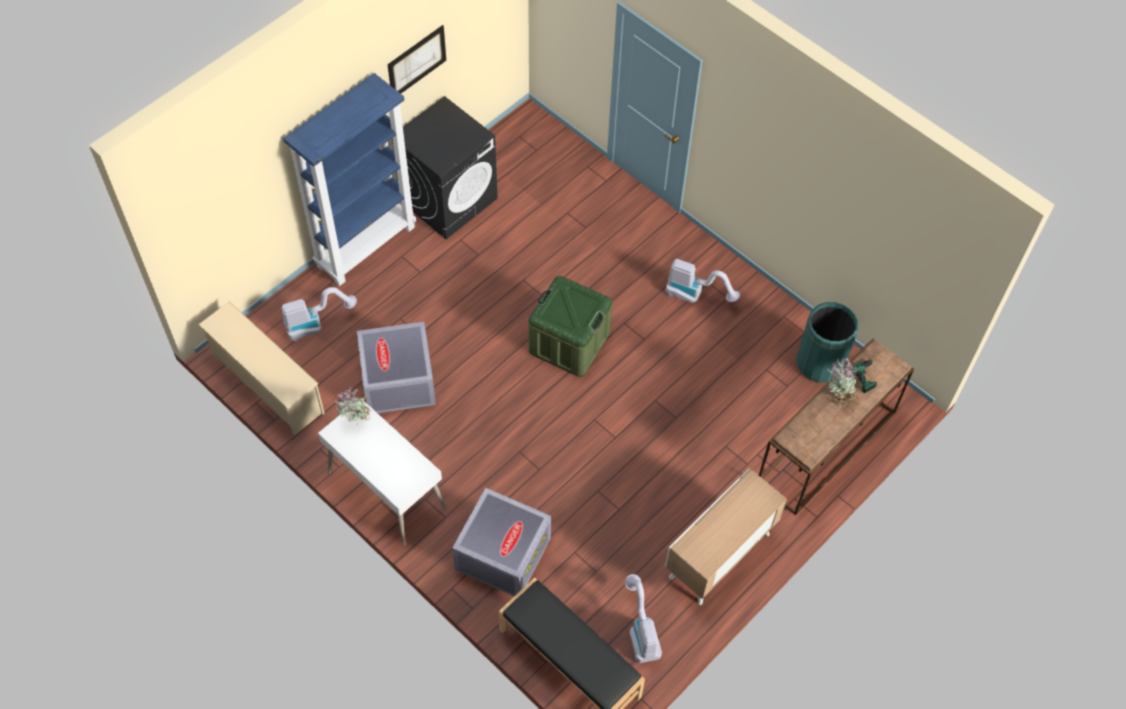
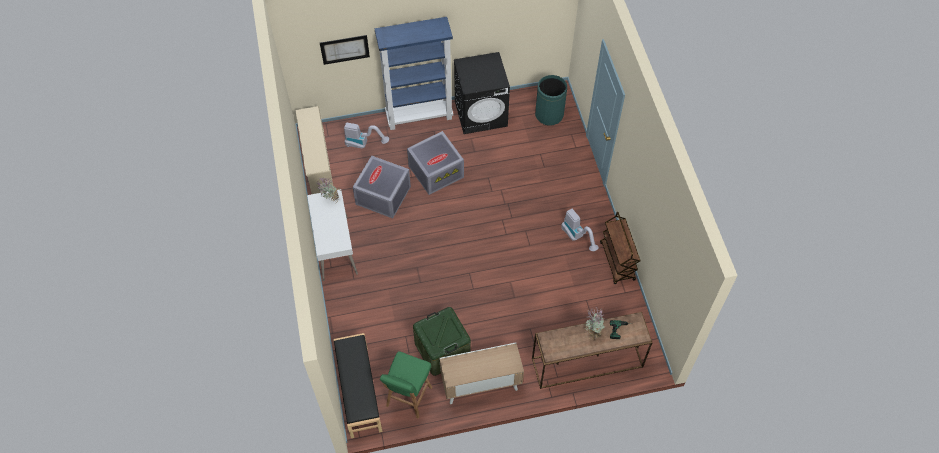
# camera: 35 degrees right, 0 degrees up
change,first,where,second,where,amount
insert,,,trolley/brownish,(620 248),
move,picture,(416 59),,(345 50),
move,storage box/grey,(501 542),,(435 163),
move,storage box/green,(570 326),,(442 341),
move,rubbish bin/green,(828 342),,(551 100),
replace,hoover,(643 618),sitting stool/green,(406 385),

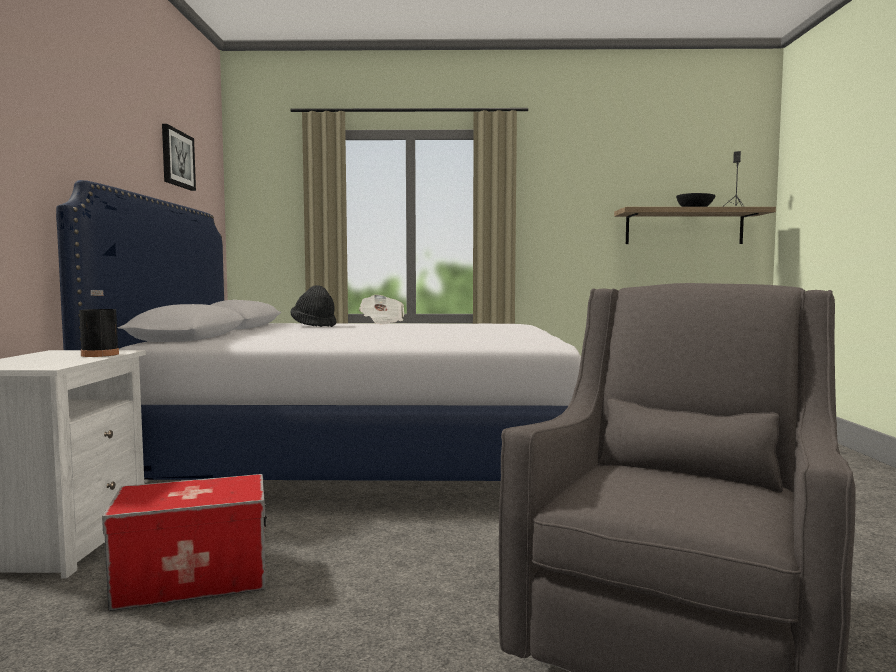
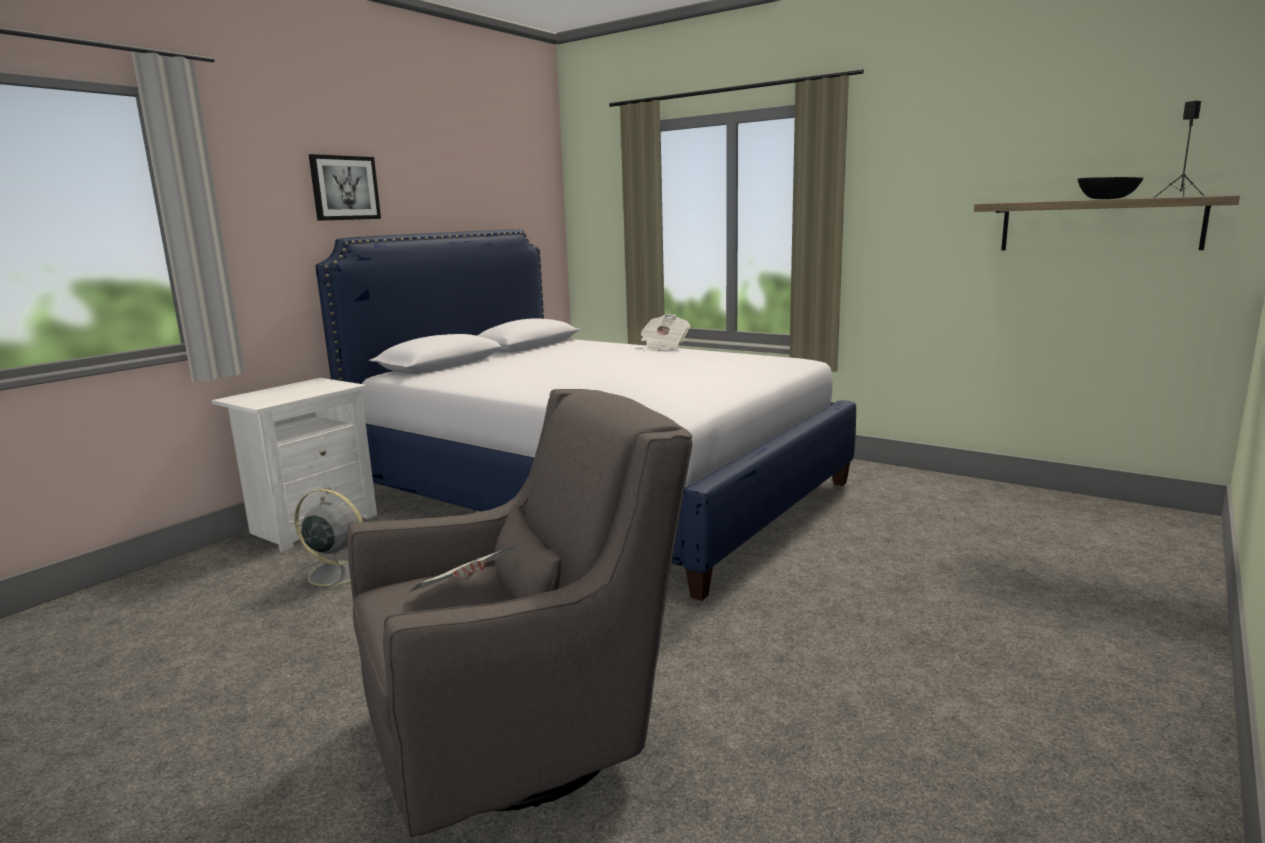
# camera: 35 degrees right, 10 degrees up
change,first,where,second,where,amount
delete,drink bottle/black-coloured,(99 323),,,
delete,hat/black-coloured,(313 306),,,
insert,,,printed paper,(464 569),
move,picture,(179 157),,(345 187),
replace,storage box,(184 542),cooling fan/grey,(326 540),

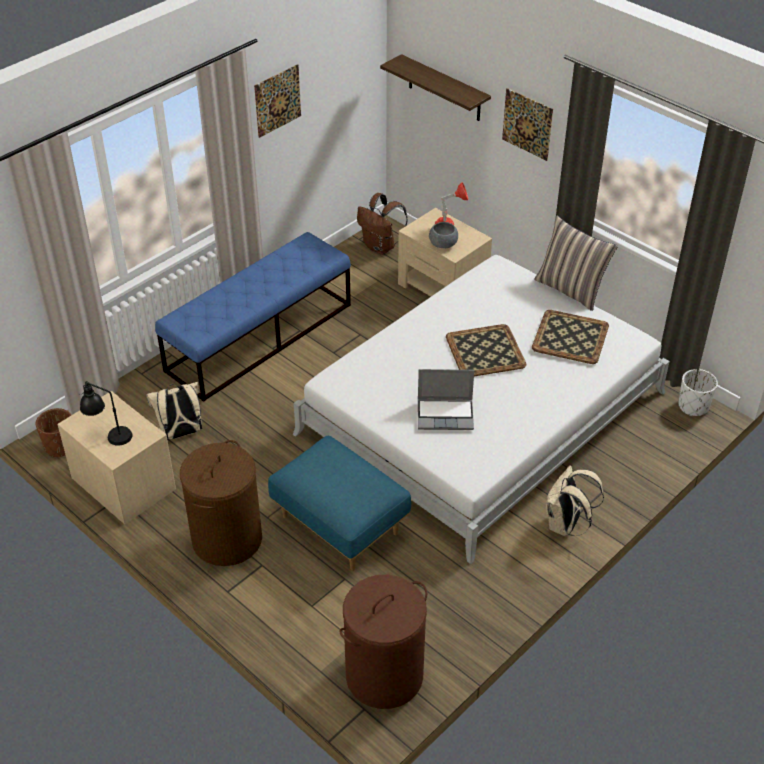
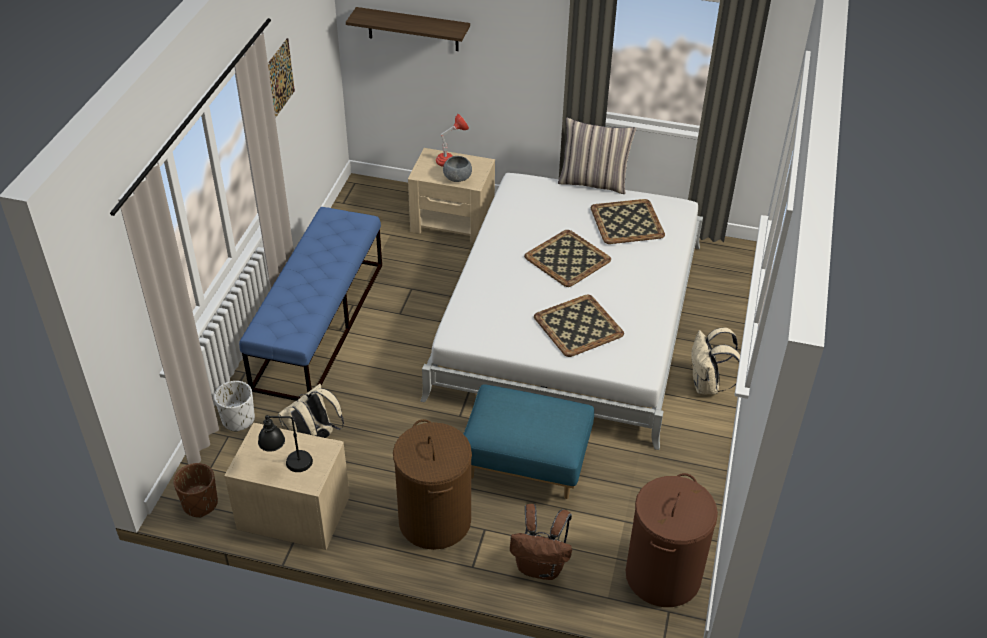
# camera: 30 degrees left, 0 degrees up
change,first,where,second,where,amount
delete,picture,(527 124),,,
move,knapsack/brownish,(382 224),,(541 542),
move,flower pot/white,(698 392),,(234 406),
replace,laptop,(446 399),tray,(579 326),

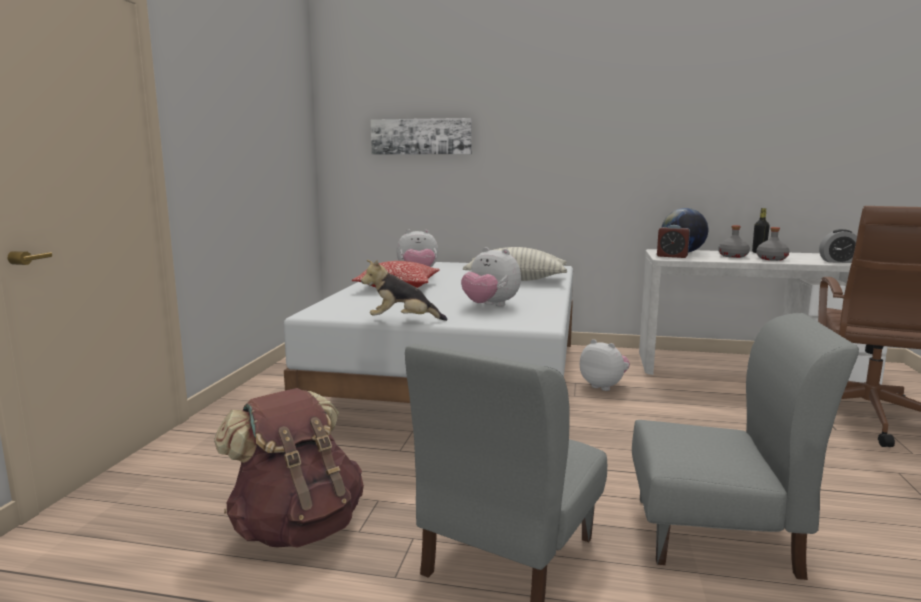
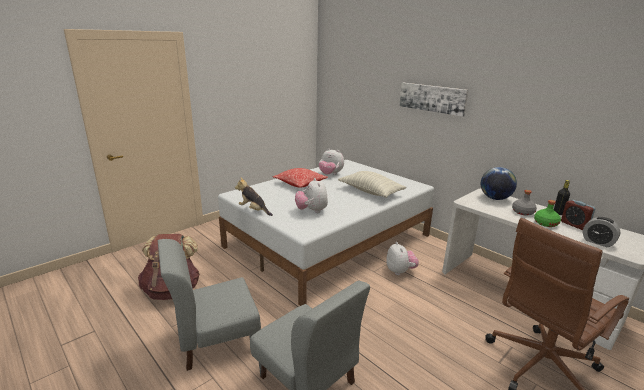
# camera: 35 degrees right, 10 degrees up
change,first,where,second,where,amount
move,picture,(421 136),,(434 100),
move,alarm clock,(673 241),,(578 215),
recolor,drink bottle/grey,(772 244),drink bottle/green,(547 213),

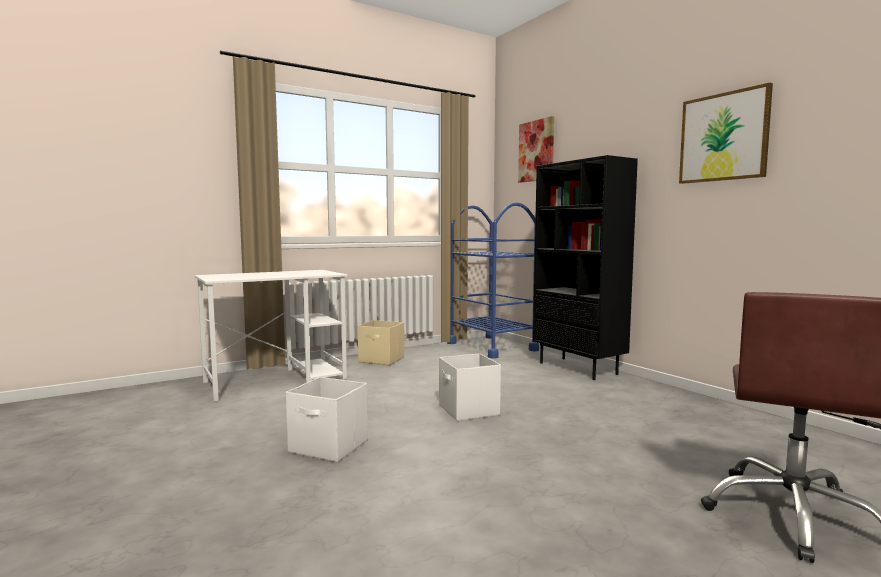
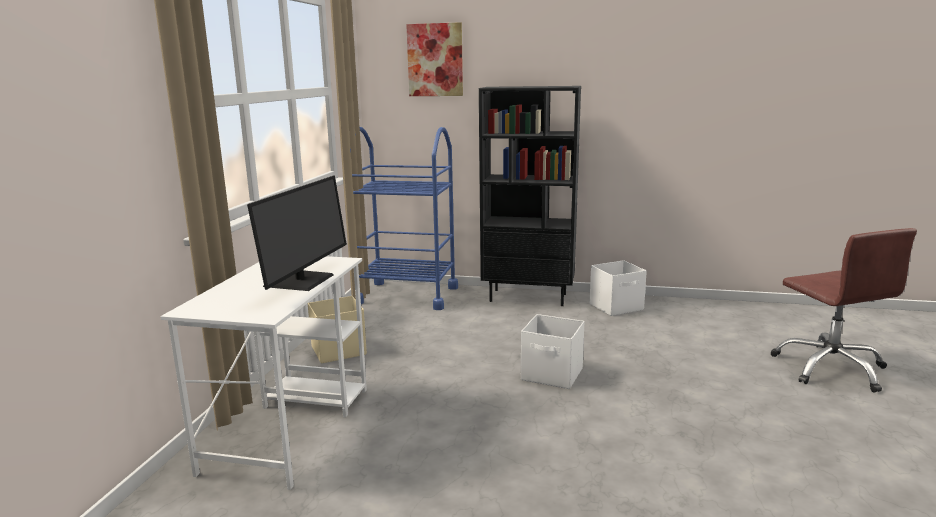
# camera: 45 degrees left, 10 degrees up
change,first,where,second,where,amount
delete,picture,(726 133),,,
insert,,,monitor,(297 233),
move,storage box/white,(327 419),,(618 288),

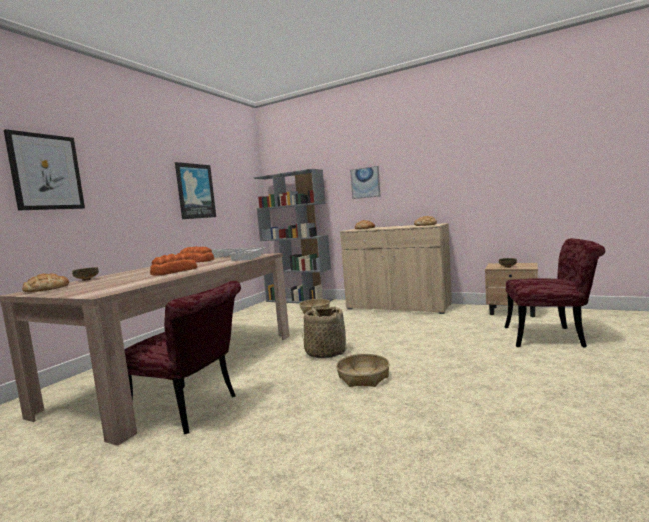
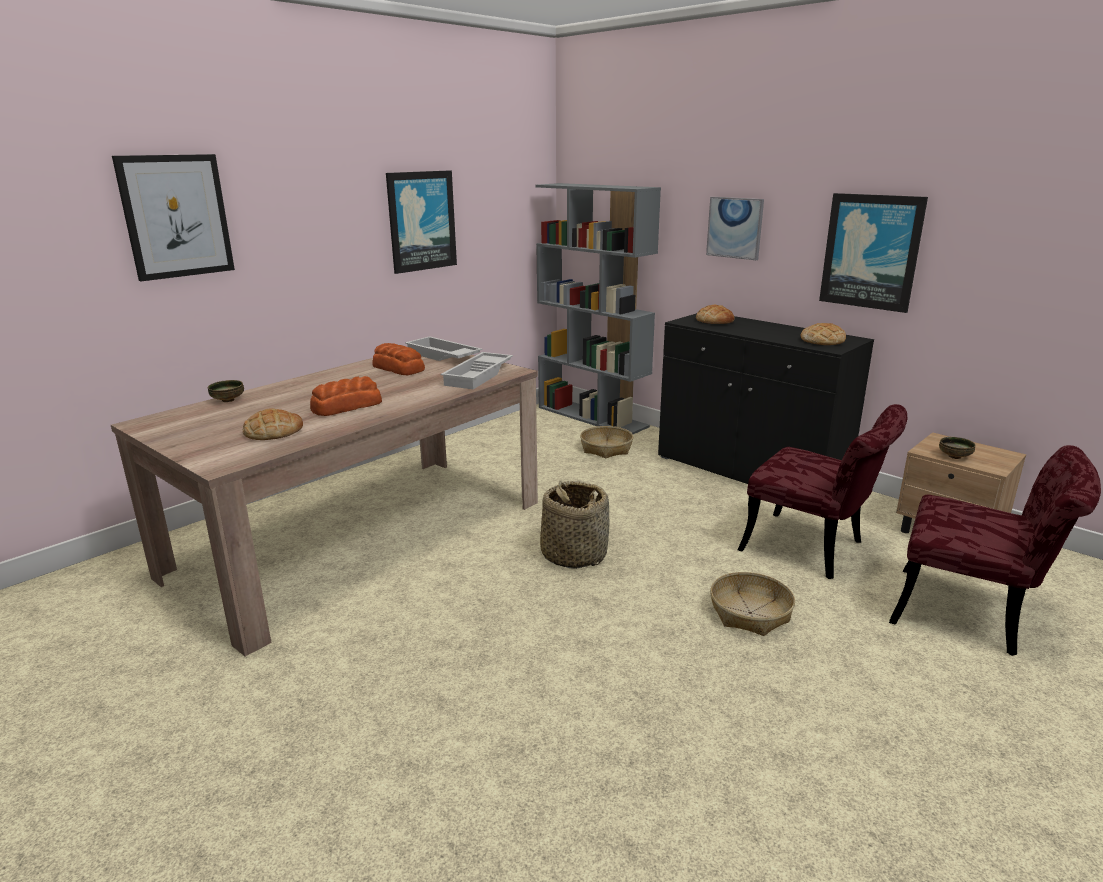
# camera: 15 degrees right, 15 degrees up
change,first,where,second,where,amount
insert,,,picture,(873 253),
move,baked bread,(45 282),,(273 424),
move,chair/red,(183 357),,(822 491),
move,basket,(363 370),,(752 604),
recolor,cupboard/sand-coloured,(396 268),cupboard/black-coloured,(766 398),

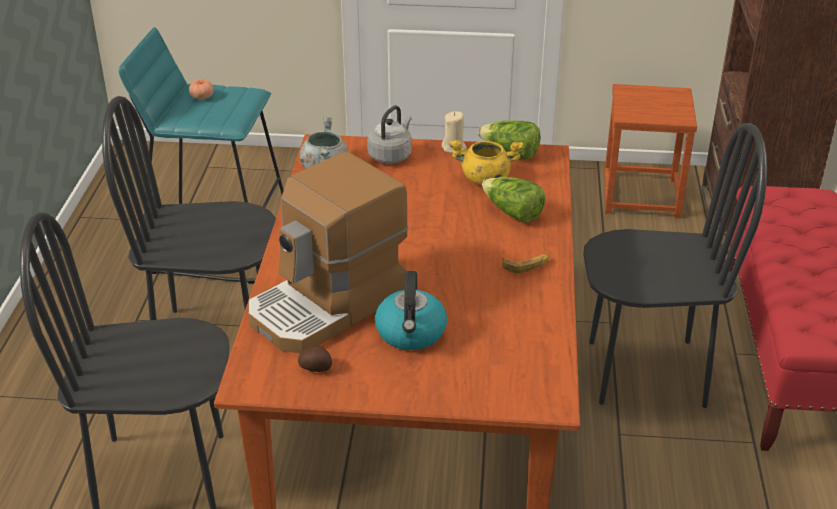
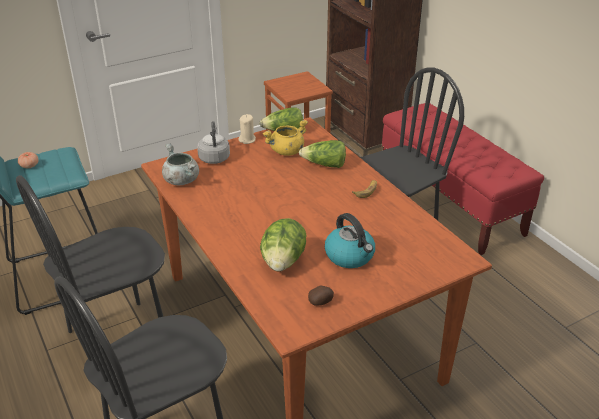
# camera: 35 degrees left, 0 degrees up
change,first,where,second,where,amount
replace,coffee maker,(328 252),head of lettuce,(283 244),

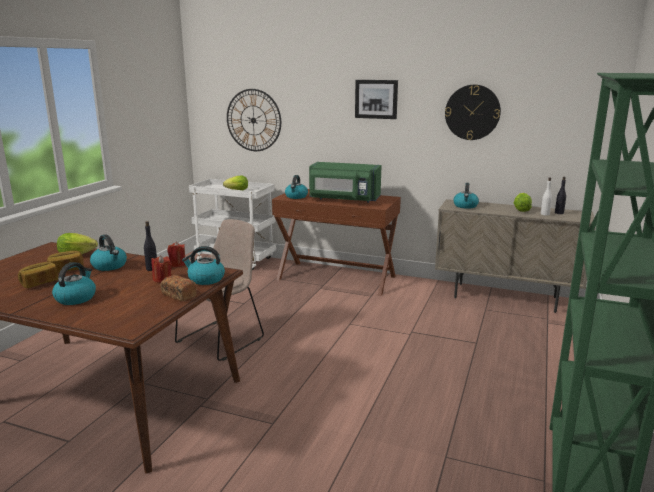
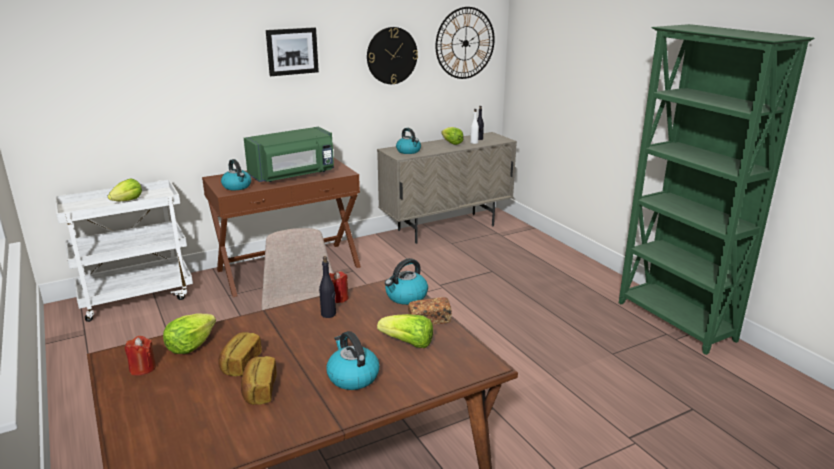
# camera: 50 degrees left, 5 degrees up
change,first,where,second,where,amount
delete,water kettle,(108 252),,,
insert,,,head of lettuce,(405 331),
move,wax light/red,(161 269),,(140 356),
move,clock on the wall,(254 120),,(465 43),

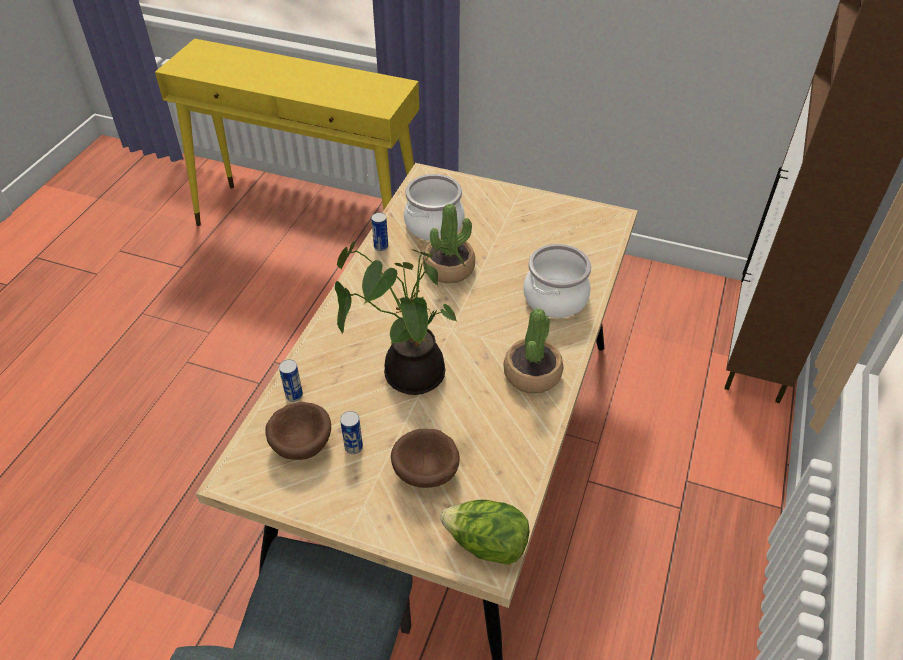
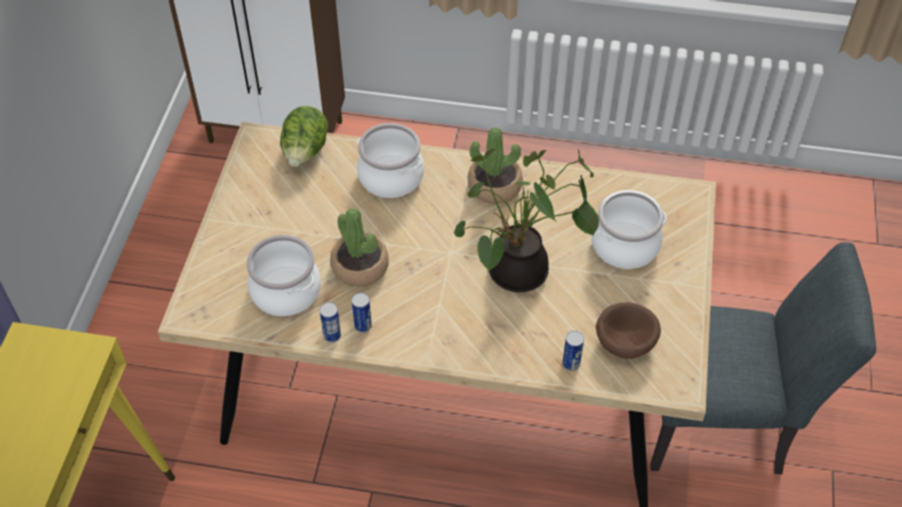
# camera: 100 degrees left, 5 degrees up
change,first,where,second,where,amount
move,can,(351 432),,(362 313),
move,head of lettuce,(485 532),,(304 136),
replace,bowl/brownish,(425 458),stockpot,(629 229),

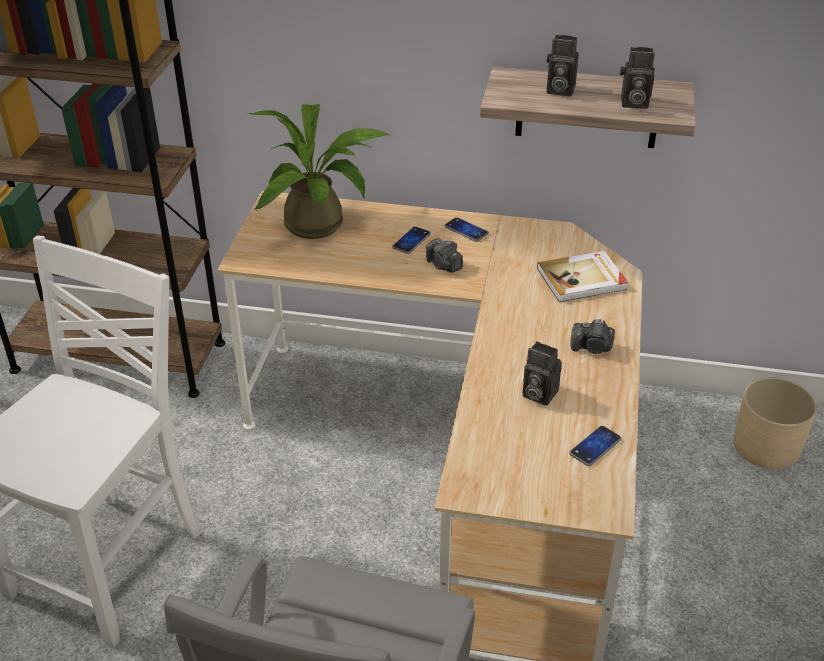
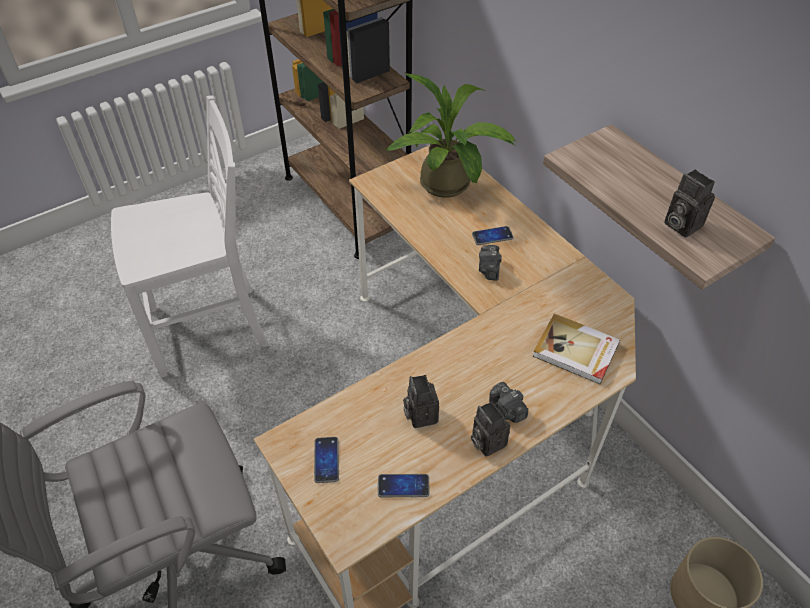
# camera: 45 degrees right, 10 degrees up
change,first,where,second,where,amount
move,phone,(466 229),,(326 460),
move,photo camera,(563 66),,(490 429),

